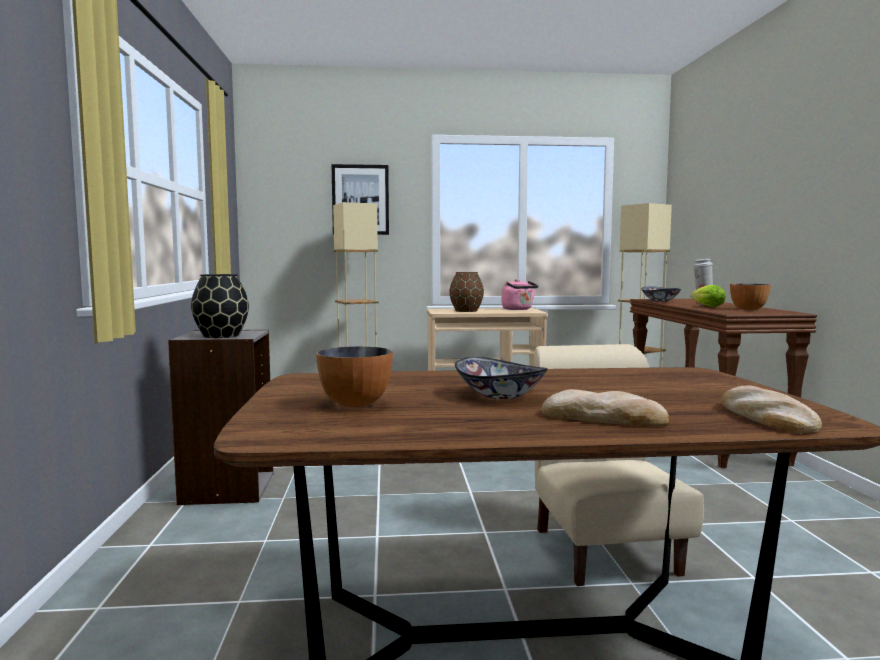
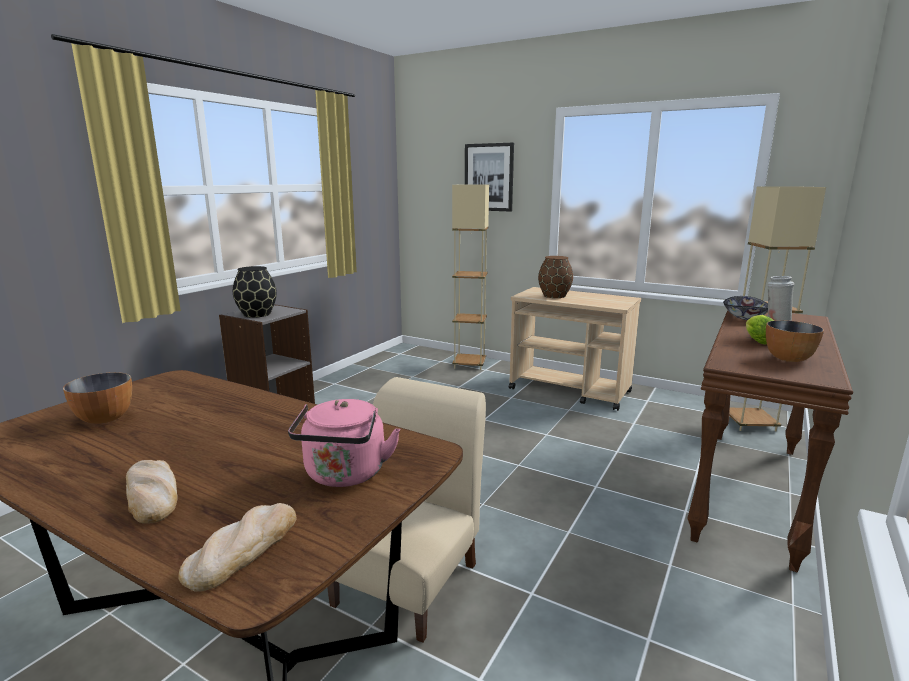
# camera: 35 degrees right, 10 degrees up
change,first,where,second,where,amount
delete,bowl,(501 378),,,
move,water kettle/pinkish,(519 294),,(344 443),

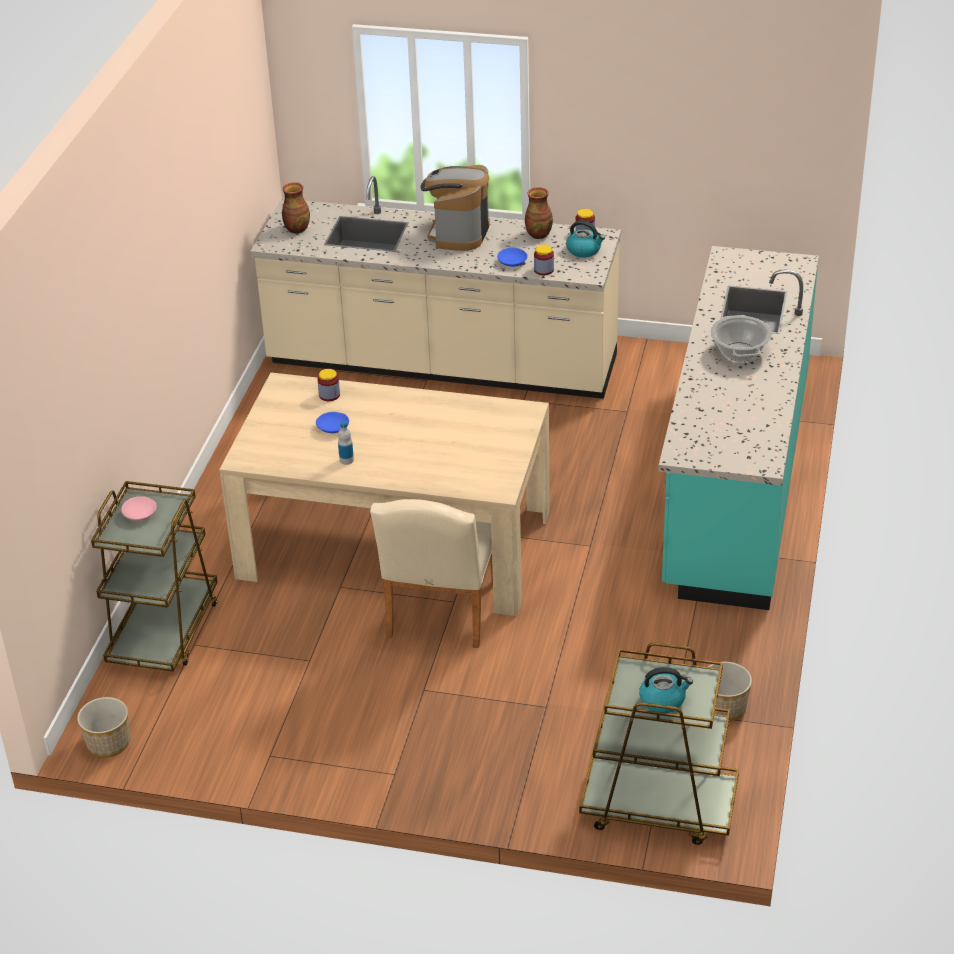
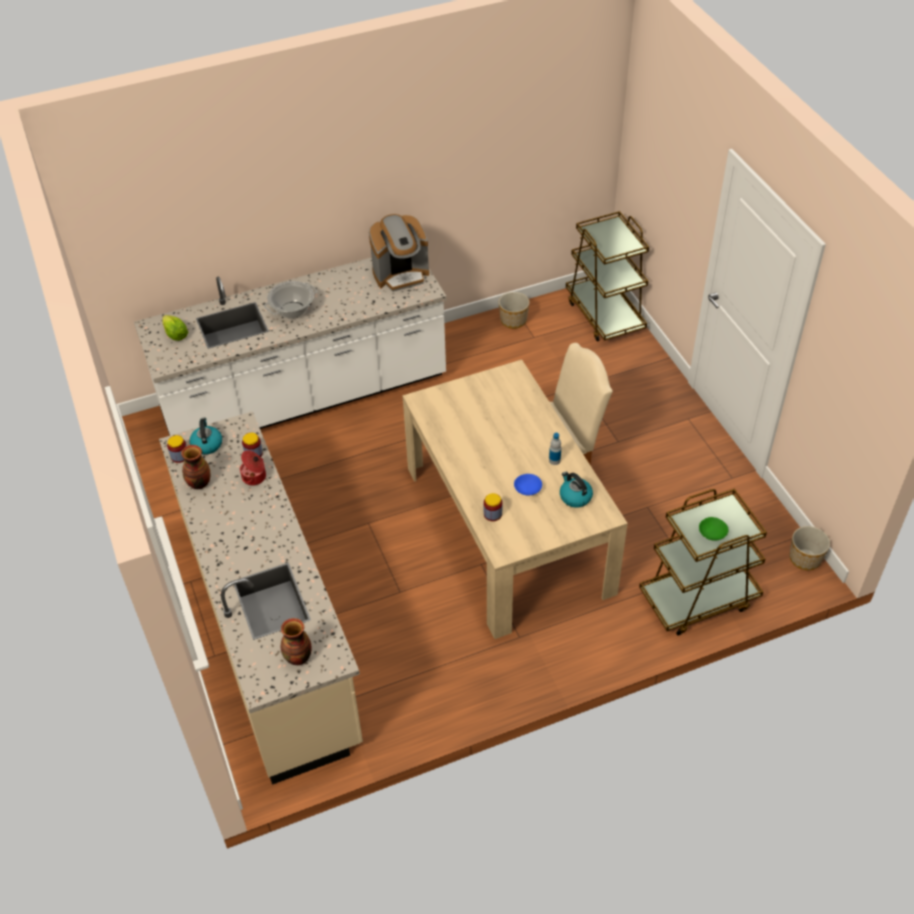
# camera: 125 degrees left, 10 degrees up
change,first,where,second,where,amount
insert,,,head of lettuce,(175 328),
move,coffee maker,(455 208),,(399 253),
move,water kettle,(666 690),,(576 490),
replace,bowl/blue,(512 257),stockpot,(252 468),
recolor,bowl/pinkish,(139 508),bowl/green,(714 529),
recolor,kitchen base unit/blue-green,(738 428),kitchen base unit/white,(290 346),

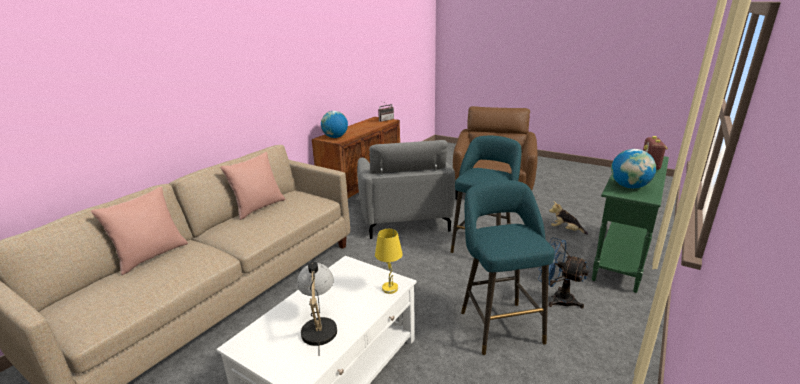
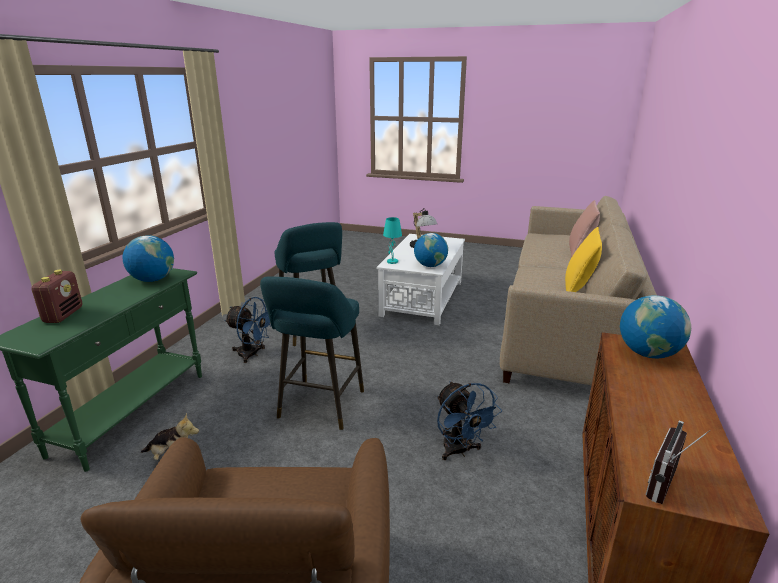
# camera: 165 degrees right, 0 degrees up
change,first,where,second,where,amount
insert,,,desk globe,(431 250),
replace,easy chair/grey,(406 189),cooling fan/blue,(469 420),
recolor,pillow/pinkish,(252 186),pillow/yellow,(583 259),
recolor,table lamp/yellow,(389 261),table lamp/blue-green,(392 240),

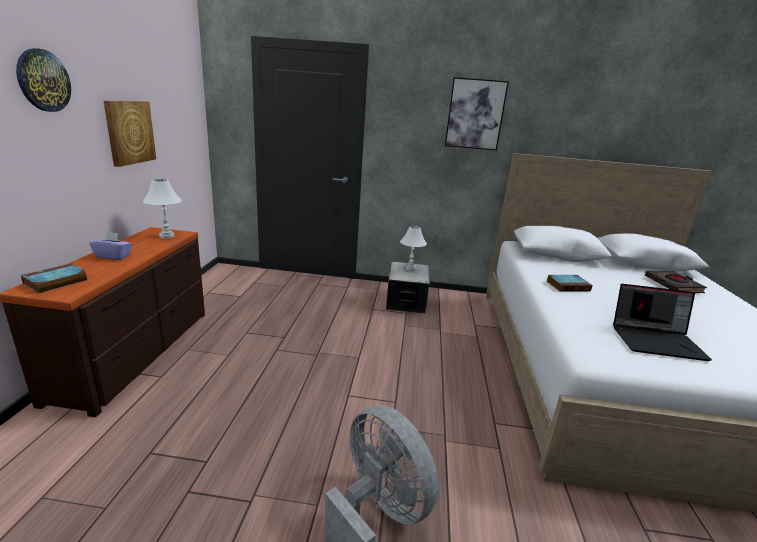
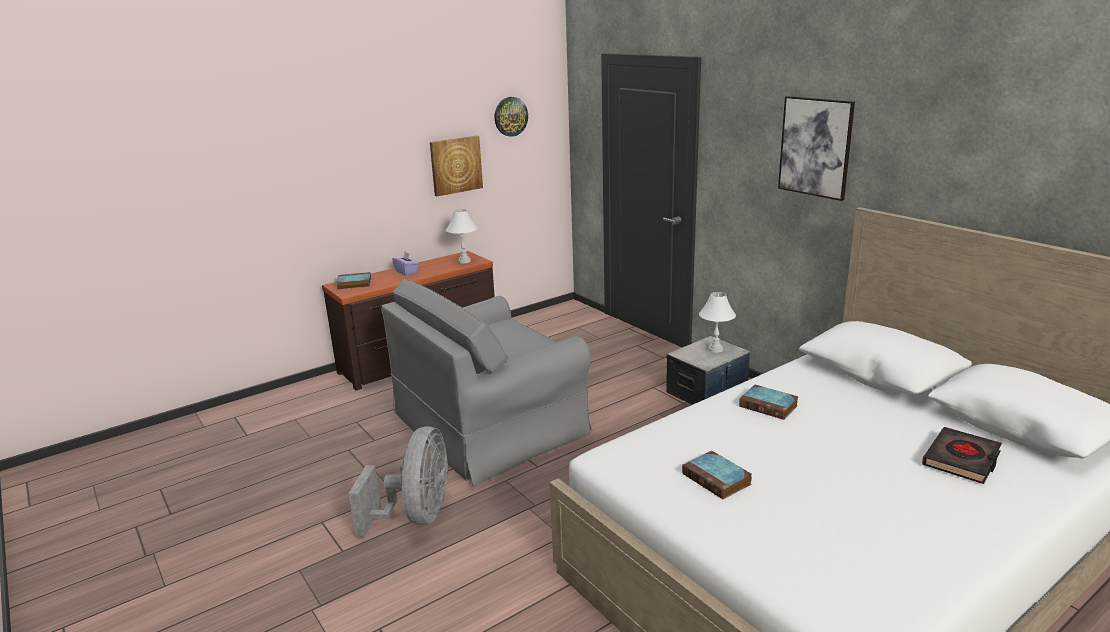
# camera: 50 degrees right, 0 degrees up
change,first,where,second,where,amount
insert,,,easy chair/grey,(486 382),
move,clock on the wall,(43 80),,(511 117),
replace,laptop,(662 322),volume,(717 475),

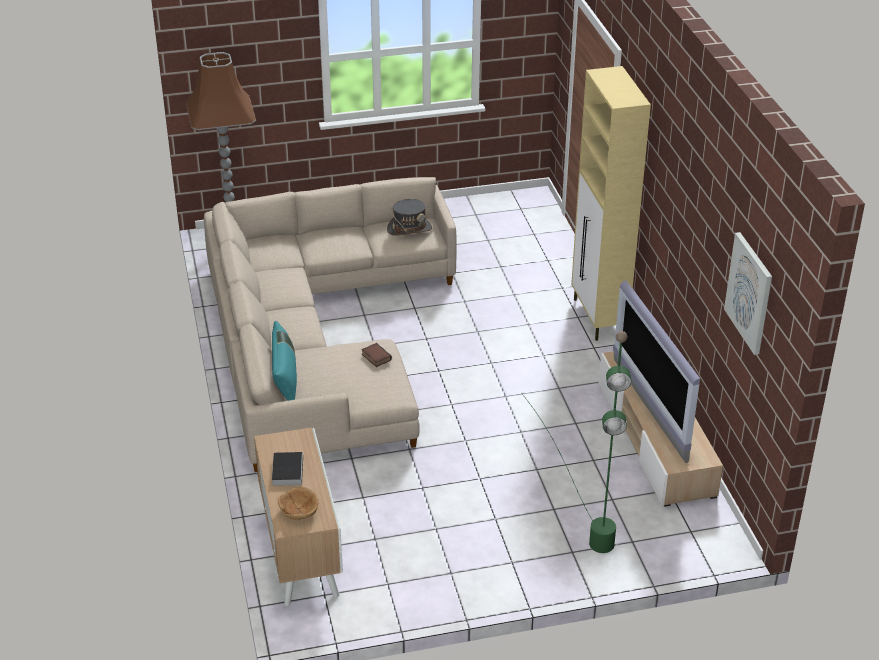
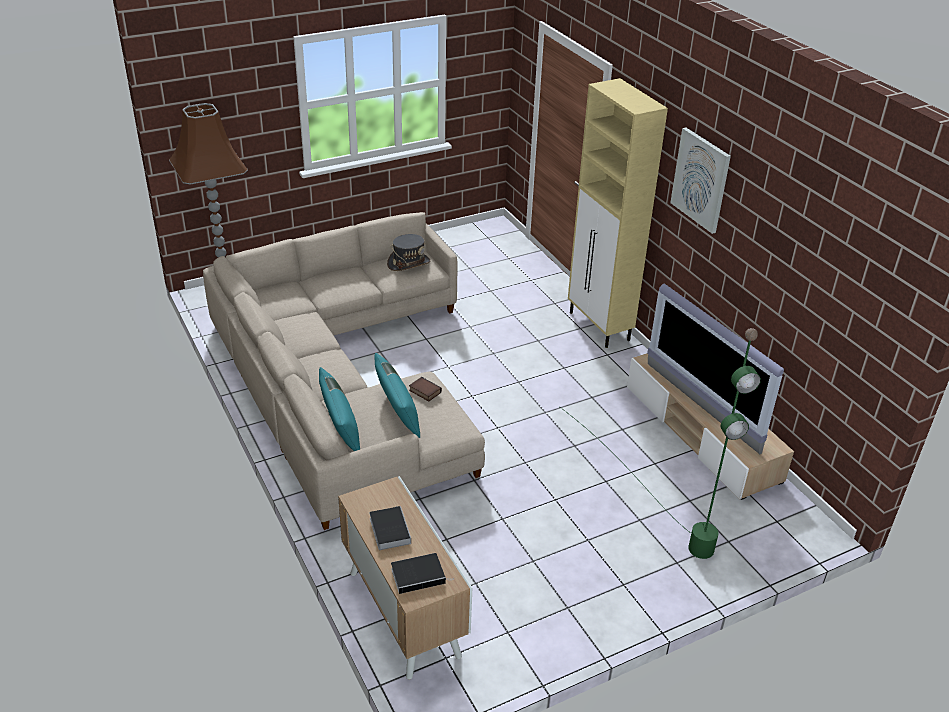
# camera: 15 degrees left, 0 degrees up
change,first,where,second,where,amount
insert,,,pillow/blue-green,(397 395),
move,picture,(748 293),,(700 181),
replace,bowl/brownish,(298 503),volume,(419 573),

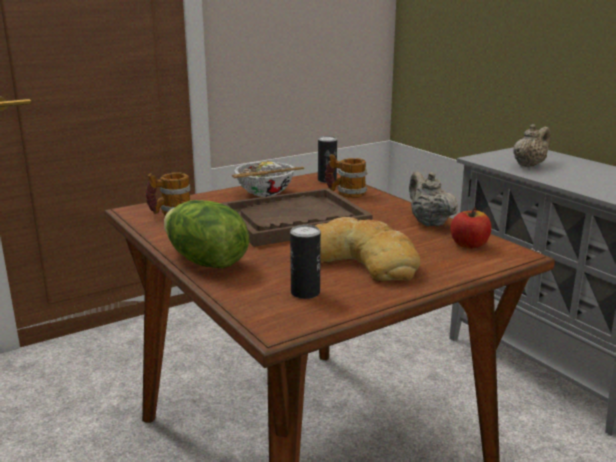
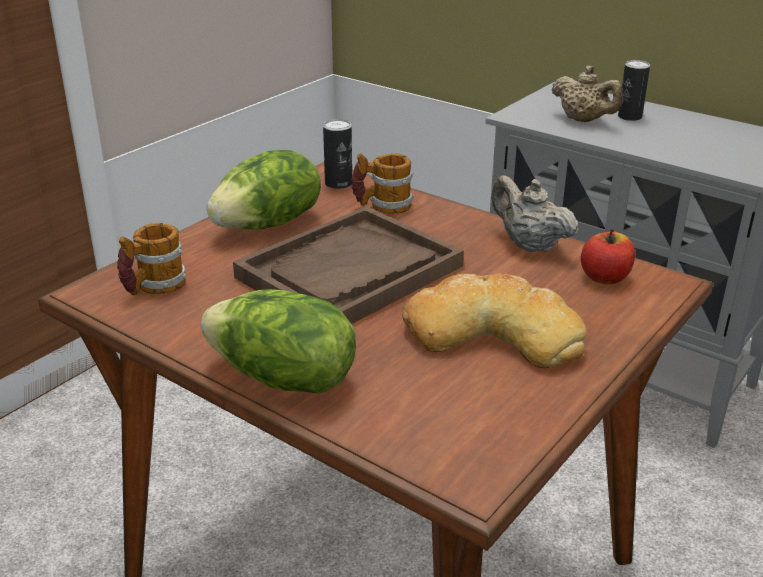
# camera: 20 degrees left, 10 degrees up
change,first,where,second,where,amount
move,can,(305 262),,(634 90),
replace,bowl,(268 179),head of lettuce,(264 189),
rotate,pot for tea/sand-coloured,(532 145),,(587 94),105 degrees clockwise

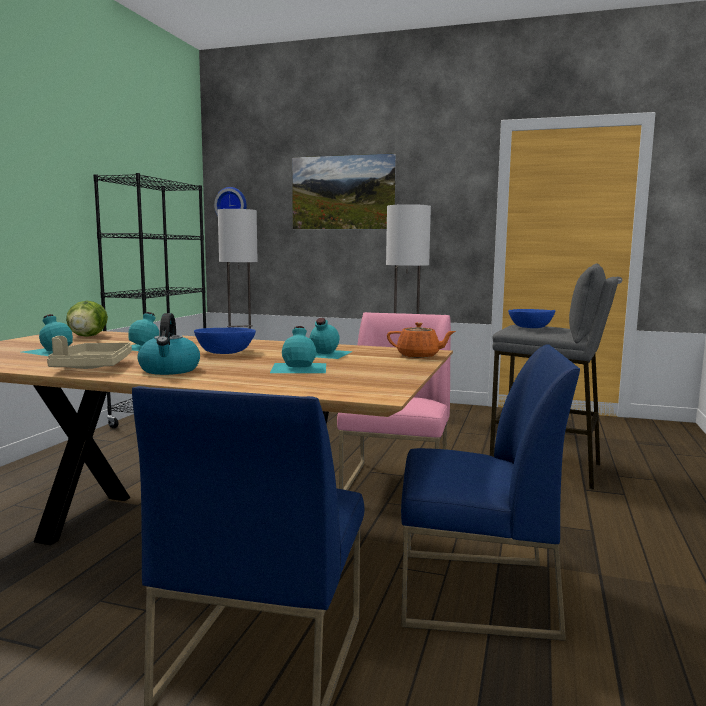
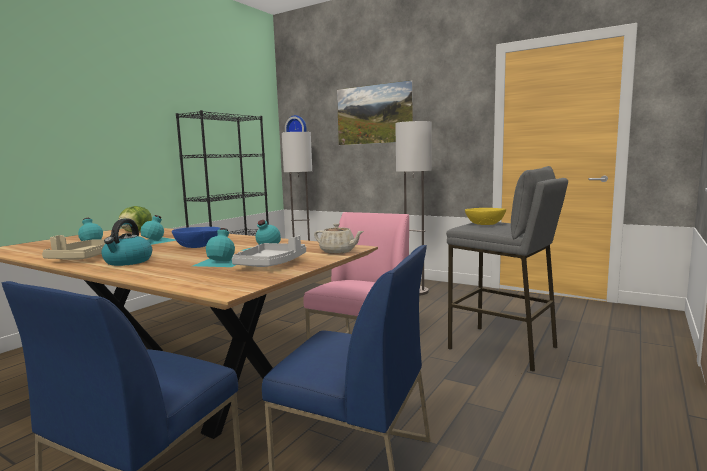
# camera: 15 degrees right, 0 degrees up
change,first,where,second,where,amount
insert,,,tray/grey,(269 251),
recolor,pot for tea/orange-coloured,(421 340),pot for tea/sand-coloured,(339 238),
recolor,bowl/blue,(531 318),bowl/yellow,(485 216),

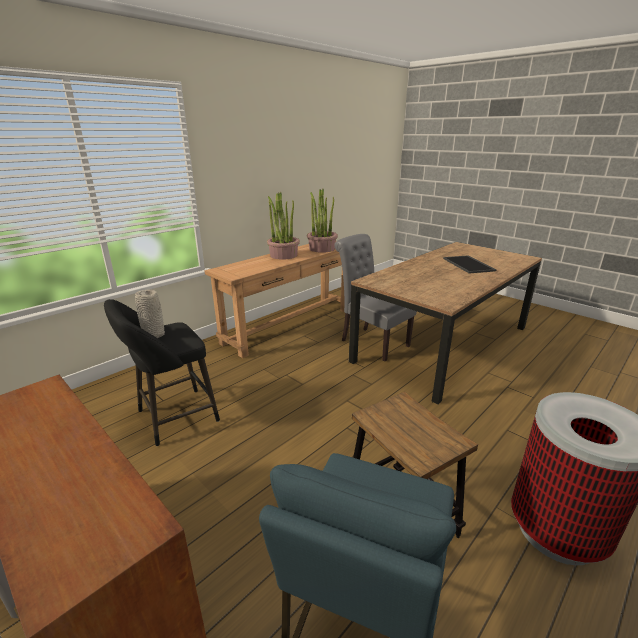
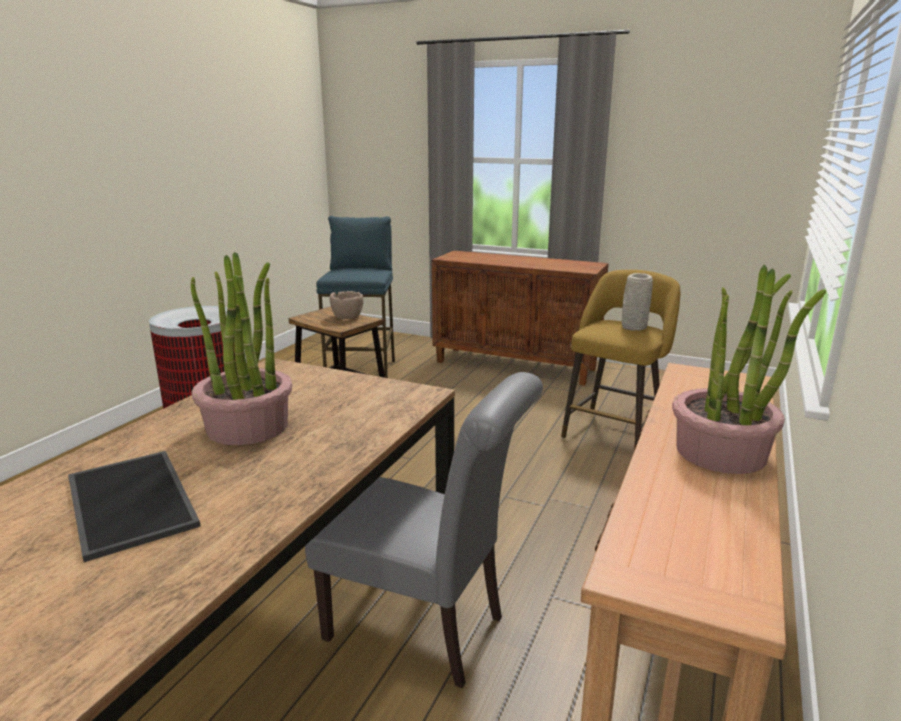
# camera: 160 degrees right, 5 degrees down
change,first,where,second,where,amount
insert,,,bowl/brownish,(346 305),
move,houseplant,(322 221),,(241 348),
recolor,sitting stool/black-coloured,(162 372),sitting stool/yellow,(620 360),

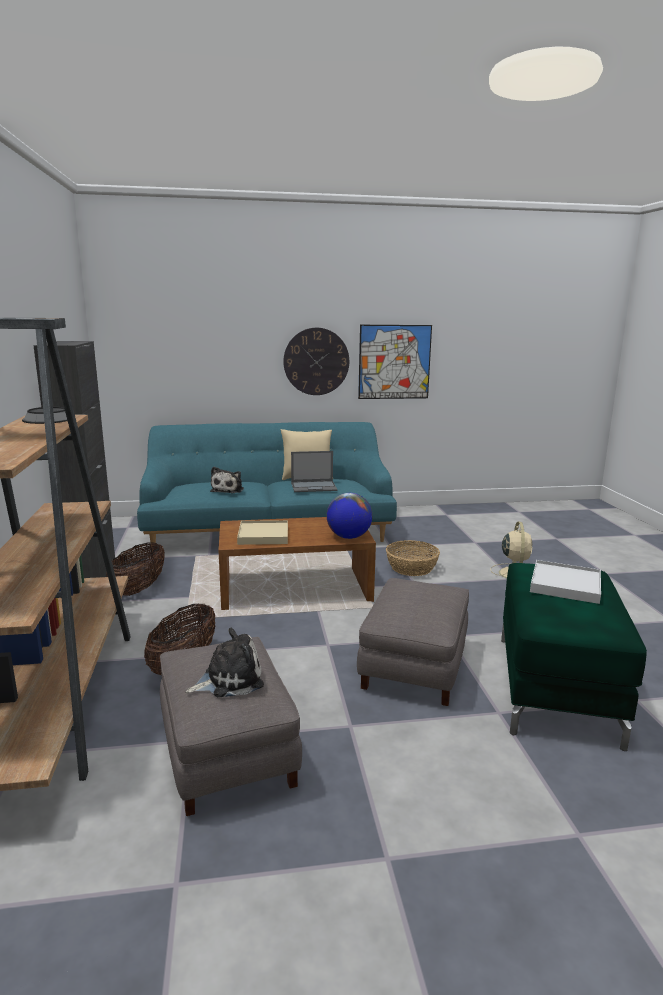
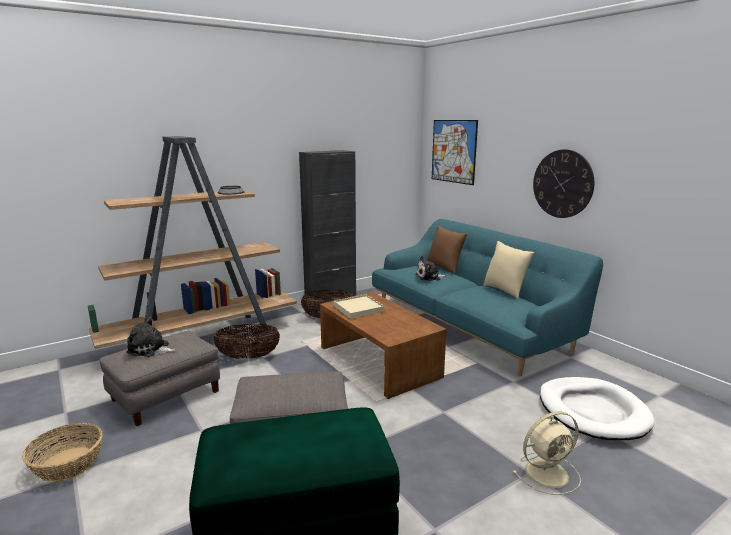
# camera: 65 degrees right, 0 degrees up
change,first,where,second,where,amount
delete,laptop,(314 471),,,
delete,desk globe,(350 516),,,
delete,tray/white,(565 582),,,
insert,,,pillow/brownish,(447 250),
insert,,,dog cushion/white,(597 408),
move,picture,(395 362),,(455 152),
move,basket,(413 558),,(62 452),
rotate,plush toy,(225 662),,(151 337),150 degrees clockwise

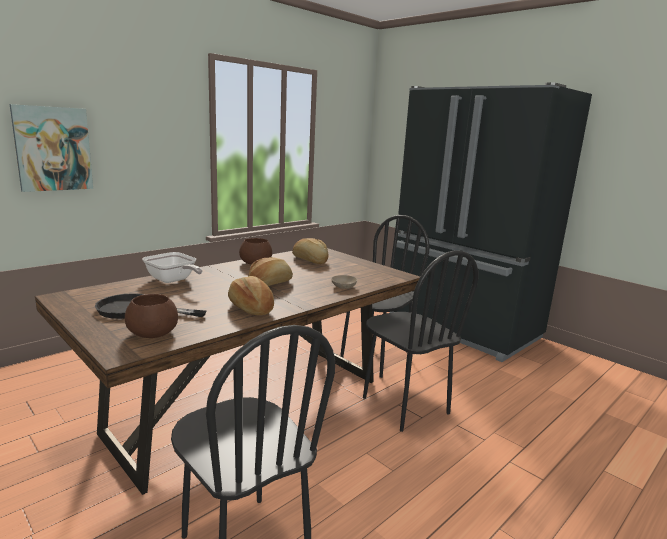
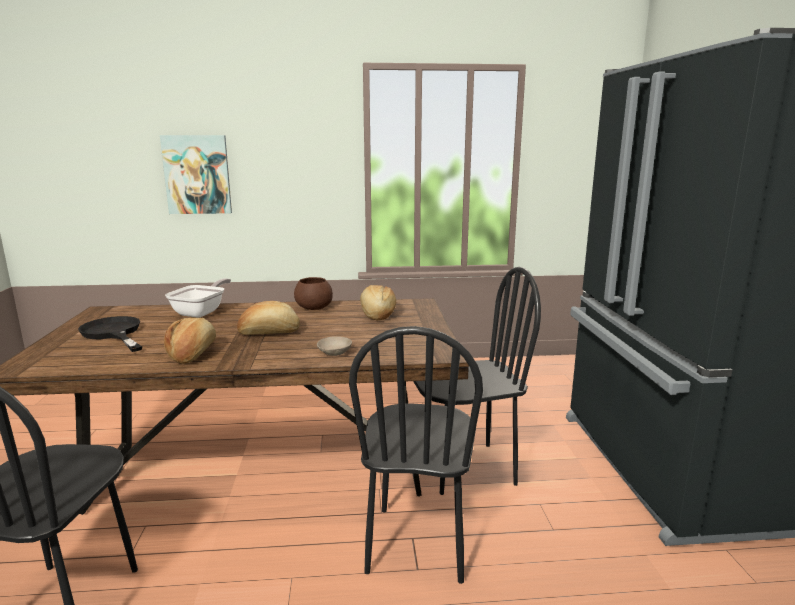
# camera: 40 degrees right, 0 degrees up
change,first,where,second,where,amount
delete,bowl/brownish,(151 316),,,
rotate,pan,(172 267),,(198 297),150 degrees counterclockwise

